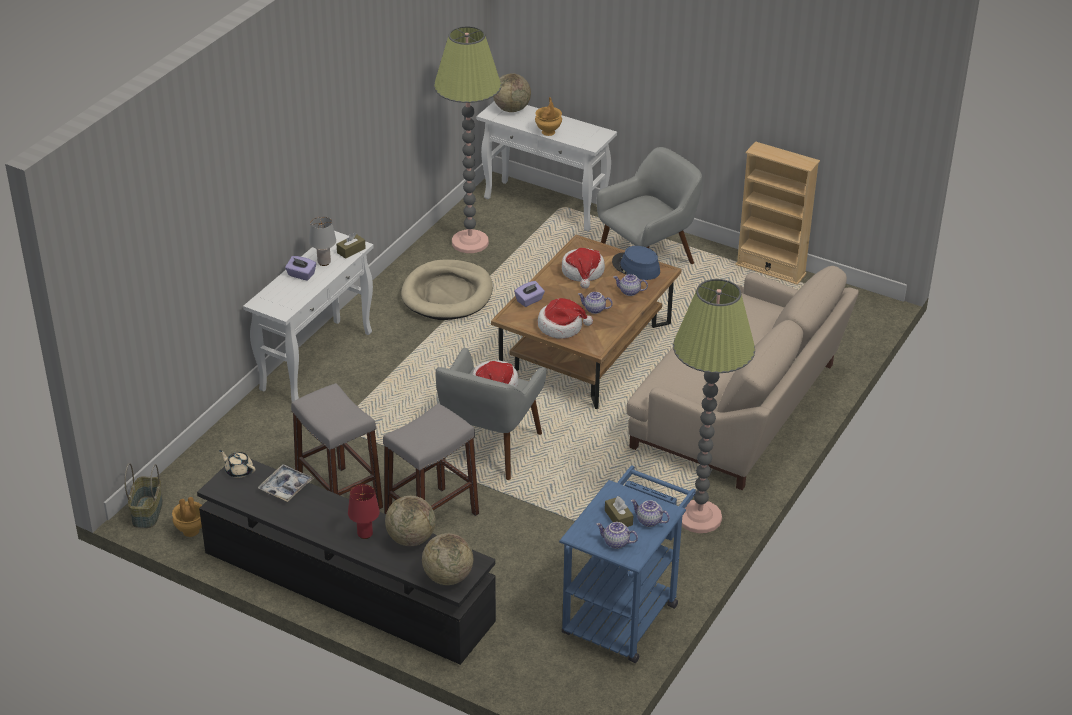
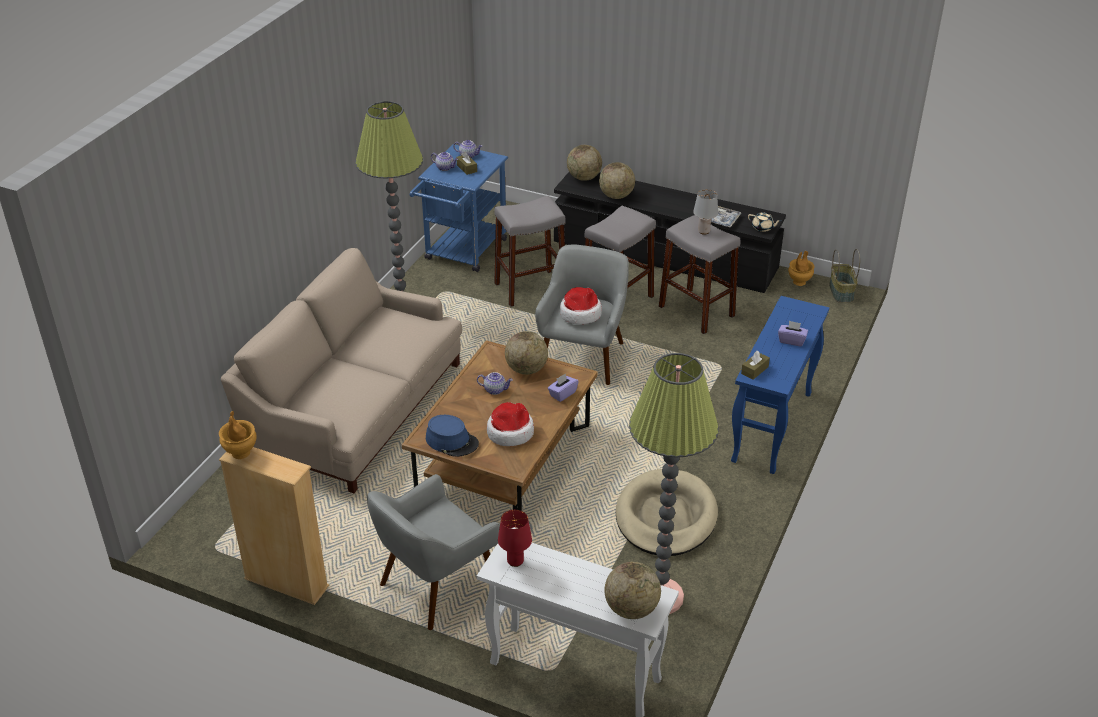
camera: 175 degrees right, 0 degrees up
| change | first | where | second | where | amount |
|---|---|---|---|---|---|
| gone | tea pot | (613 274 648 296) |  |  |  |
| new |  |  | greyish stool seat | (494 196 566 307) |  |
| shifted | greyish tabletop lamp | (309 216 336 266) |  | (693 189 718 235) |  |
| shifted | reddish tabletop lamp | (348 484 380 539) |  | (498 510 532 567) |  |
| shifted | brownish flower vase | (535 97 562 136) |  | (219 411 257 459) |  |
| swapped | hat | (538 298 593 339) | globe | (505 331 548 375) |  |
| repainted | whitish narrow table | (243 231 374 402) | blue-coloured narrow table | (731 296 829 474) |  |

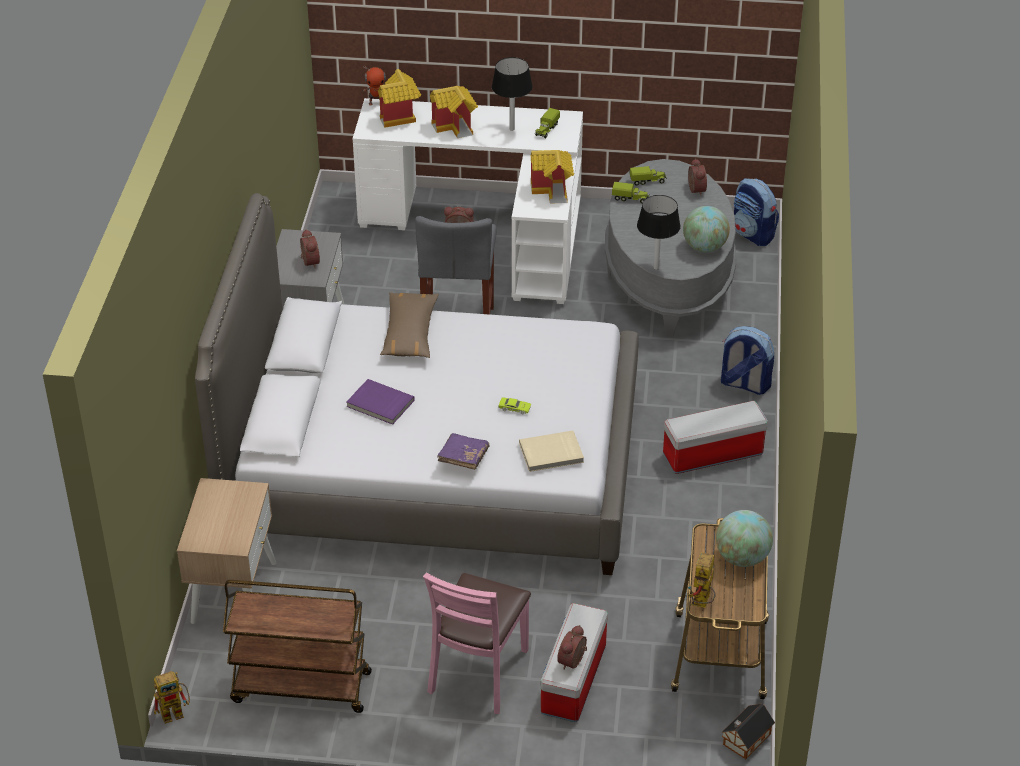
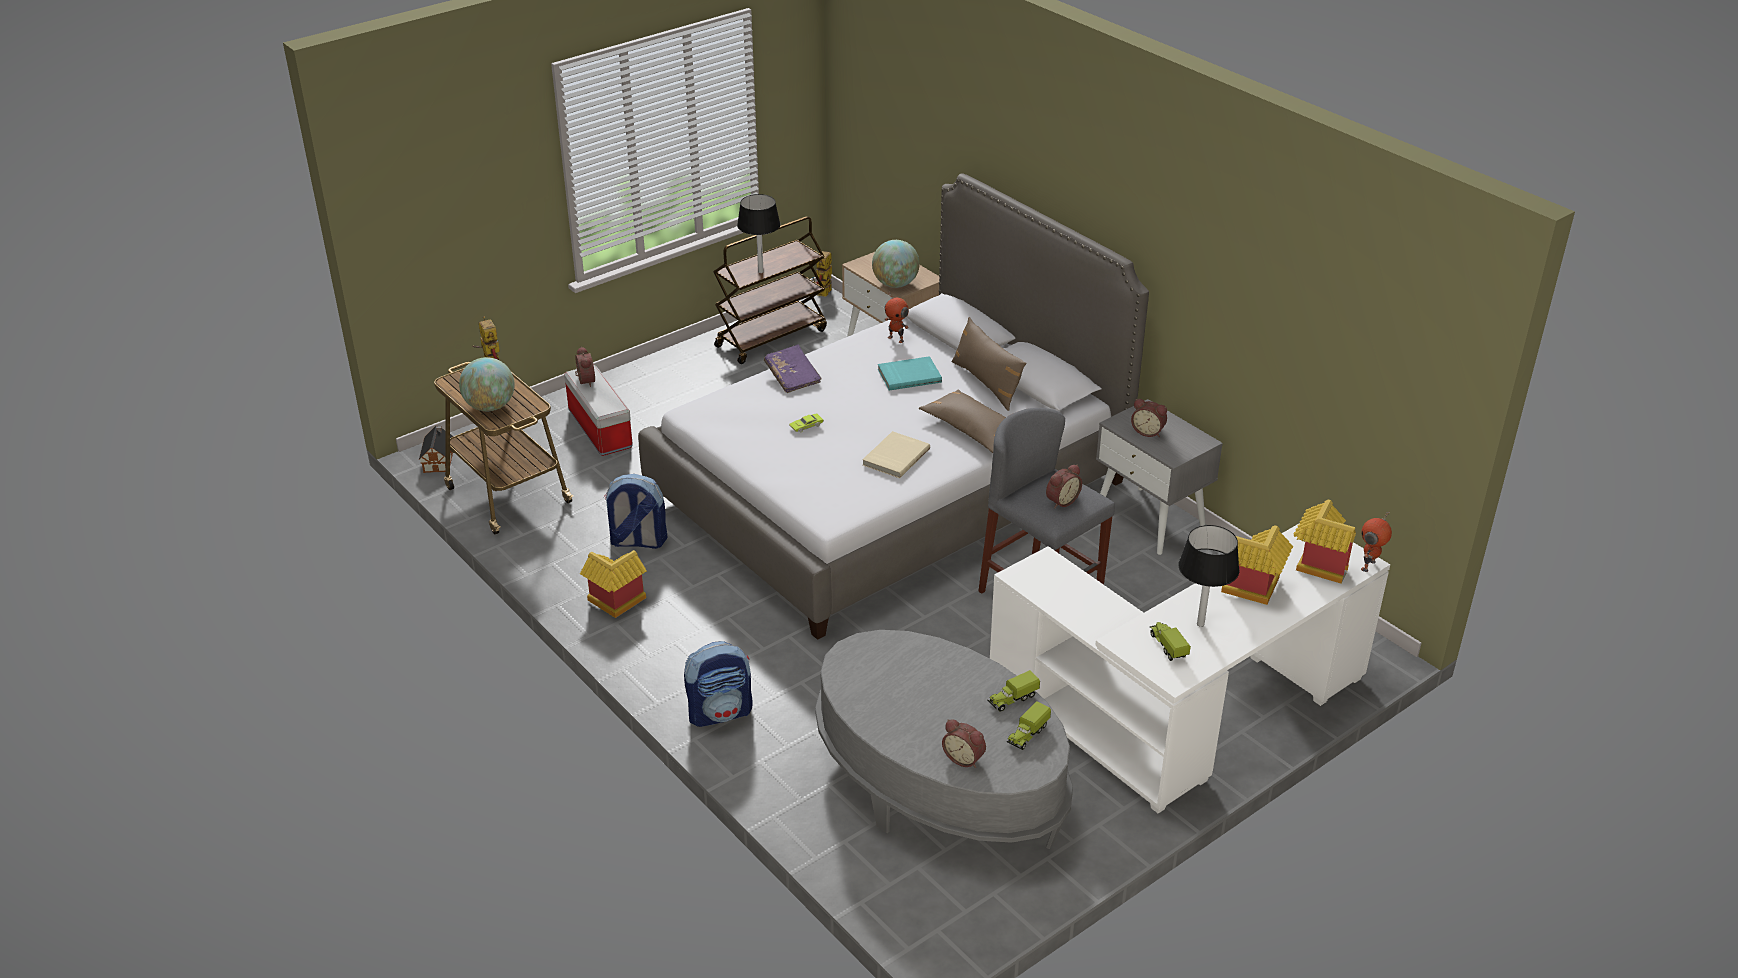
camera: 135 degrees right, 5 degrees down
| change | first | where | second | where | amount |
|---|---|---|---|---|---|
| gone | pink-coloured plain chair | (423 572 531 714) |  |  |  |
| gone | storage box | (663 401 768 474) |  |  |  |
| new |  |  | model robot | (885 292 909 343) |  |
| new |  |  | brownish throw pillow | (951 317 1026 411) |  |
| shifted | sand-coloured book | (519 430 584 472) |  | (862 431 930 478) |  |
| shifted | miniature house | (531 150 574 204) |  | (580 550 647 618) |  |
| shifted | black tabletop lamp | (637 195 681 270) |  | (737 194 781 273) |  |
| shifted | globe | (683 206 730 252) |  | (872 240 920 288) |  |
| shifted | backpack | (734 178 779 246) |  | (604 474 668 549) |  |
| repainted | purple book | (347 379 415 425) | blue-green book | (878 356 942 391) |  |

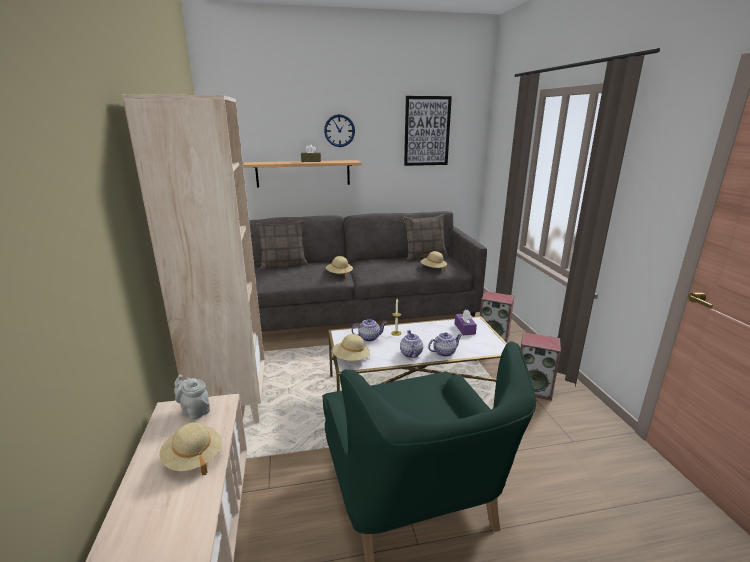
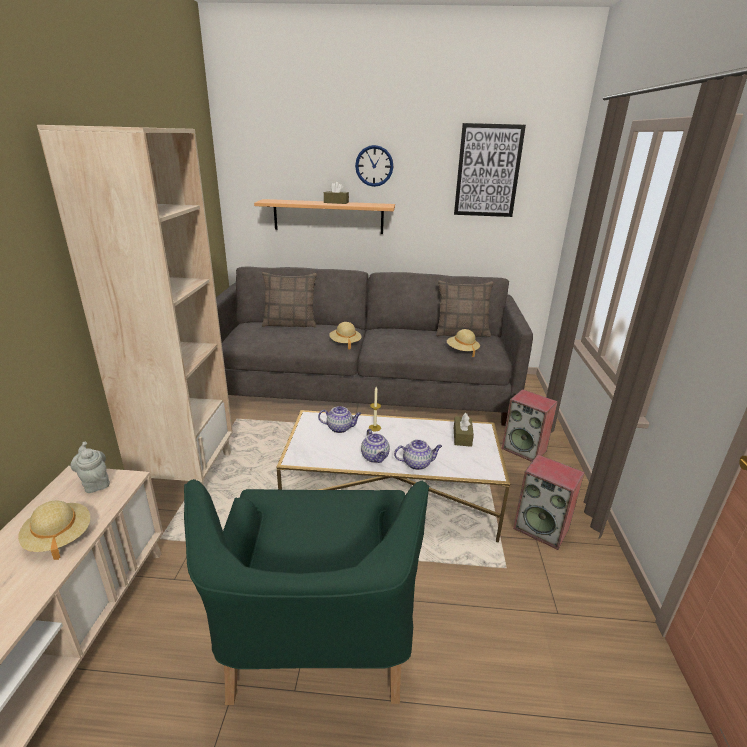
camera: 15 degrees right, 5 degrees up
| change | first | where | second | where | amount |
|---|---|---|---|---|---|
| gone | sand-coloured hat | (332 334 370 361) |  |  |  |
| repainted | purple tissue box | (455 309 477 335) | brownish tissue box | (454 413 474 447) |  |
| rotated | tea pot | (400 330 423 358) |  | (361 429 390 463) | 150 degrees clockwise |

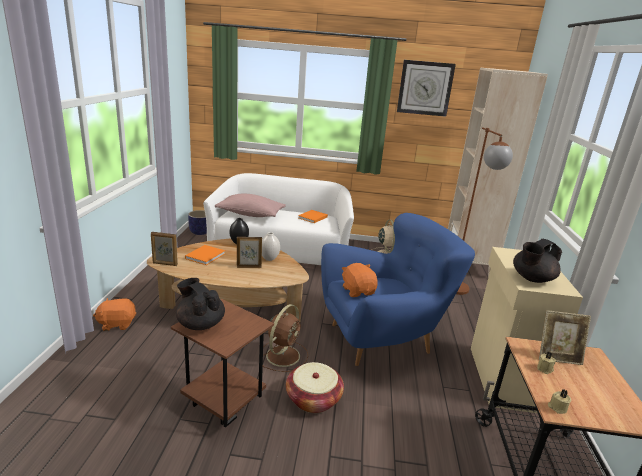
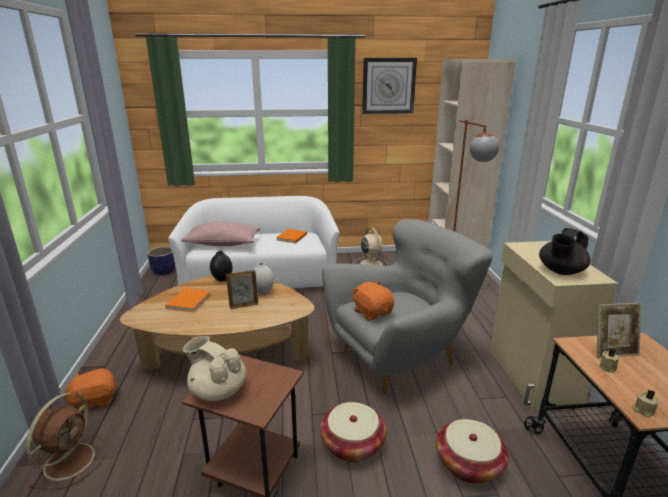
camera: 10 degrees left, 0 degrees up
| change | first | where | second | where | amount |
|---|---|---|---|---|---|
| gone | photo frame | (151 232 178 266) |  |  |  |
| new |  |  | household basket | (436 419 509 484) |  |
| shifted | brownish cooling fan | (263 304 308 372) |  | (26 393 107 490) |  |
| repainted | black tea pot | (176 278 225 330) | sand-coloured tea pot | (183 336 246 401) |  |
| repainted | blue-coloured easy chair | (321 213 475 366) | greyish easy chair | (322 219 493 395) |  |

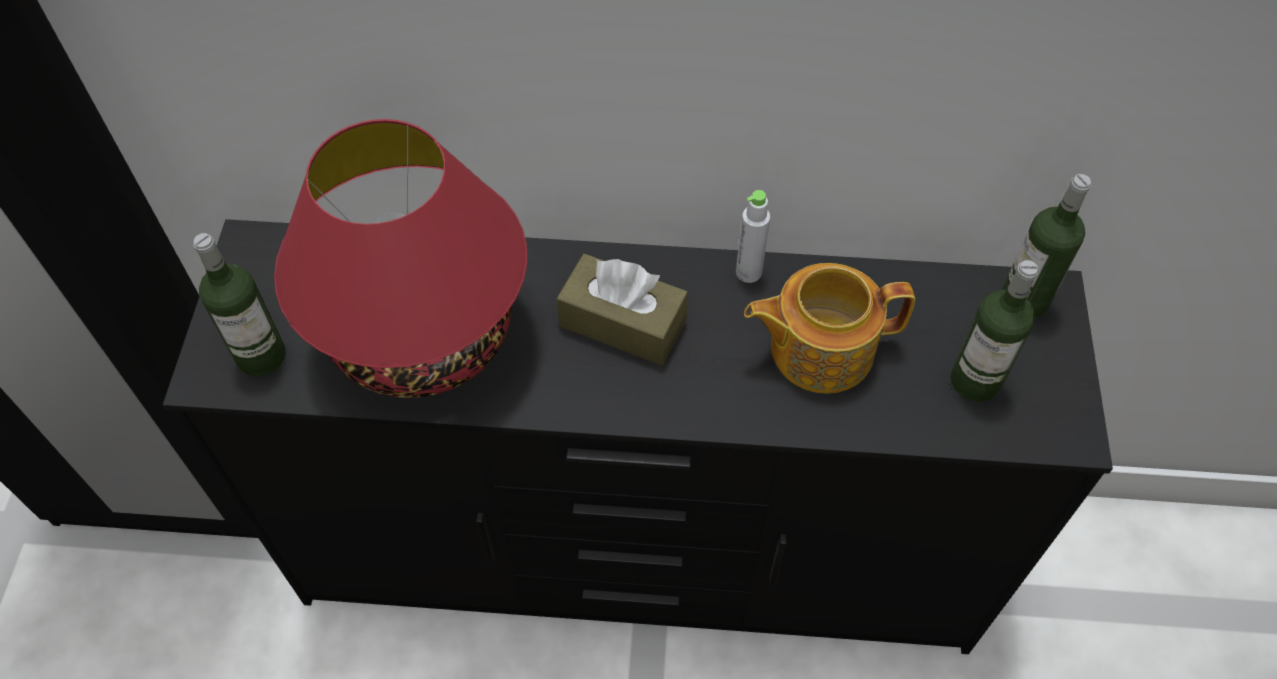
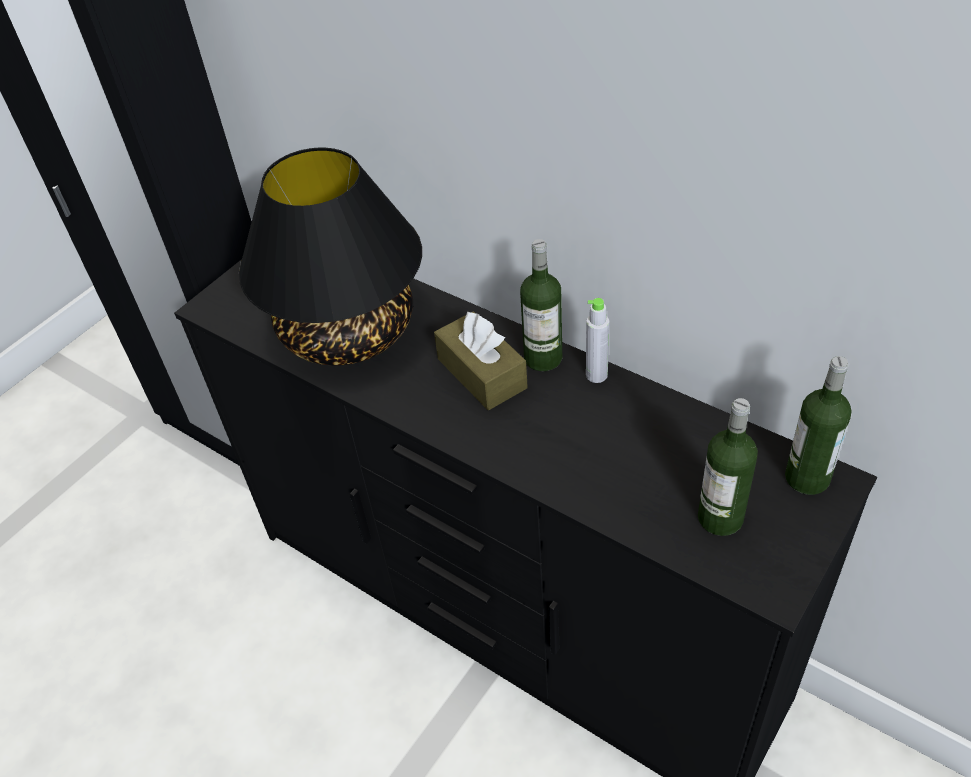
camera: 35 degrees right, 10 degrees down
| change | first | where | second | where | amount |
|---|---|---|---|---|---|
| gone | tea pot | (744 263 915 394) |  |  |  |
| shifted | drink bottle | (193 233 286 376) |  | (520 239 562 371) |  |
| repainted | reddish tabletop lamp | (274 119 527 398) | black tabletop lamp | (239 148 422 366) |  |

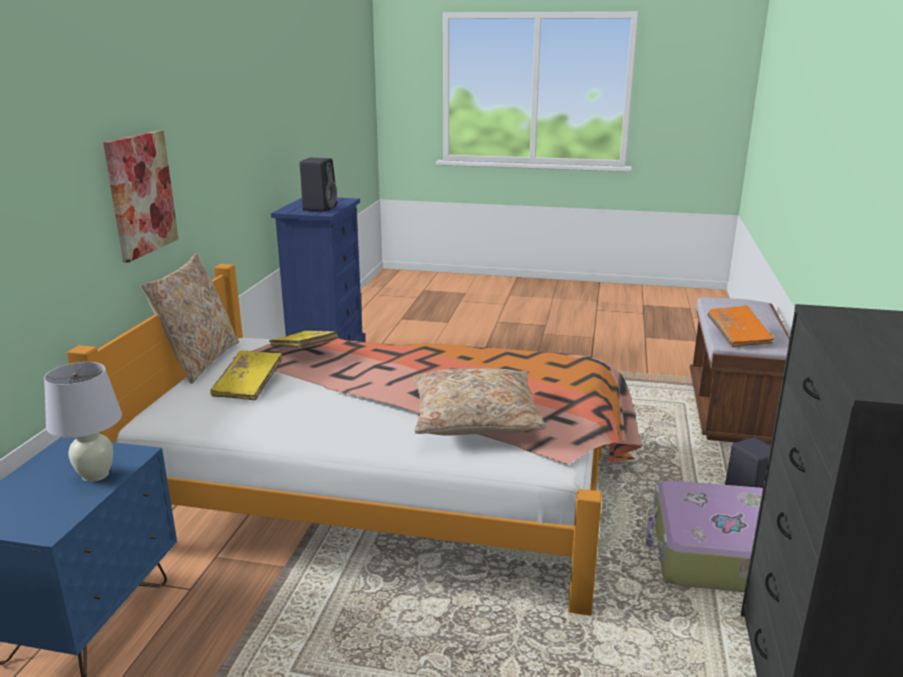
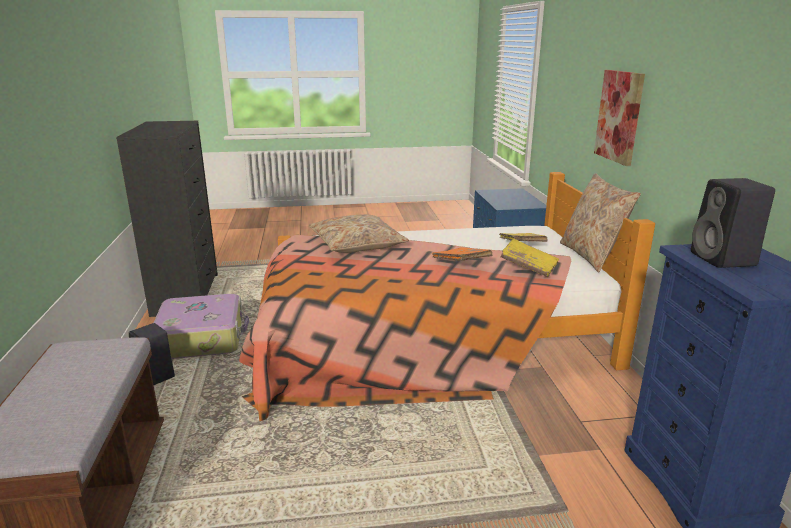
camera: 160 degrees right, 0 degrees up
| change | first | where | second | where | amount |
|---|---|---|---|---|---|
| gone | whitish tabletop lamp | (44 362 122 482) |  |  |  |
| shifted | orange-coloured book | (707 305 775 347) |  | (432 247 492 261) |  |

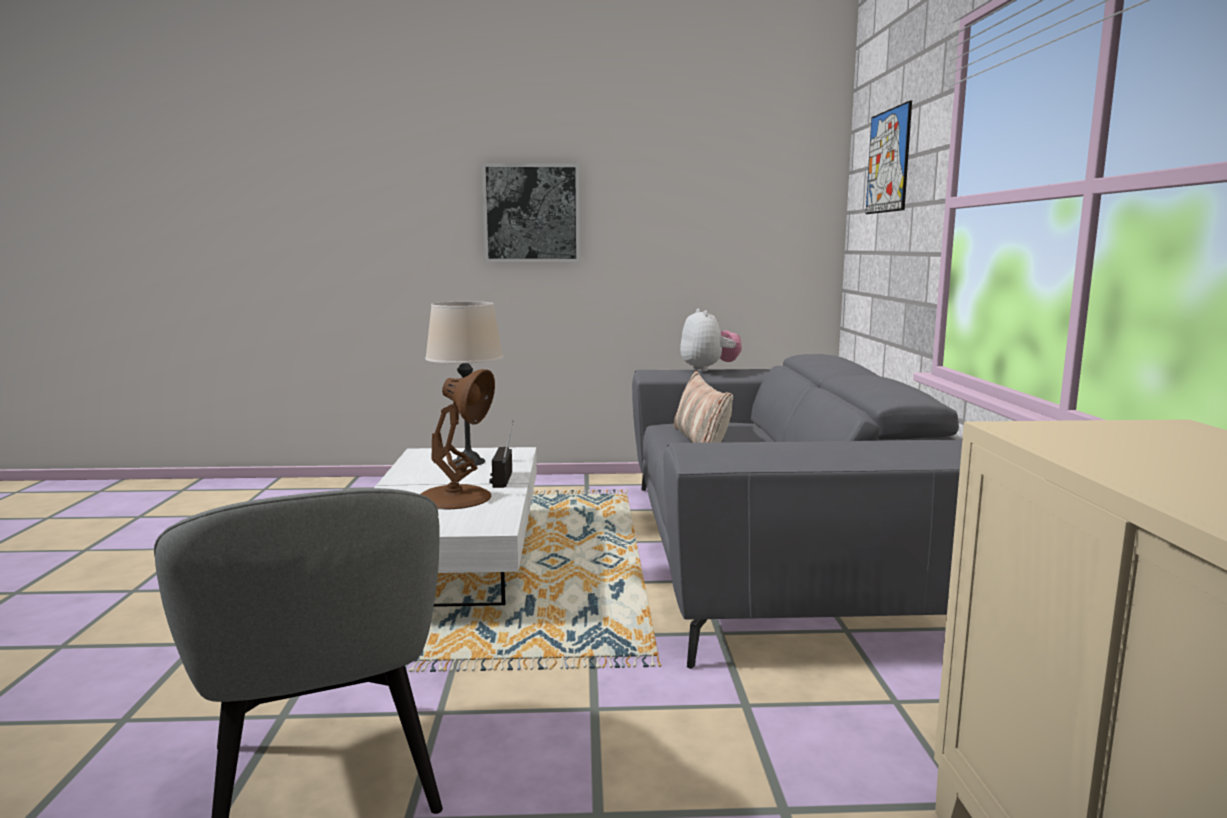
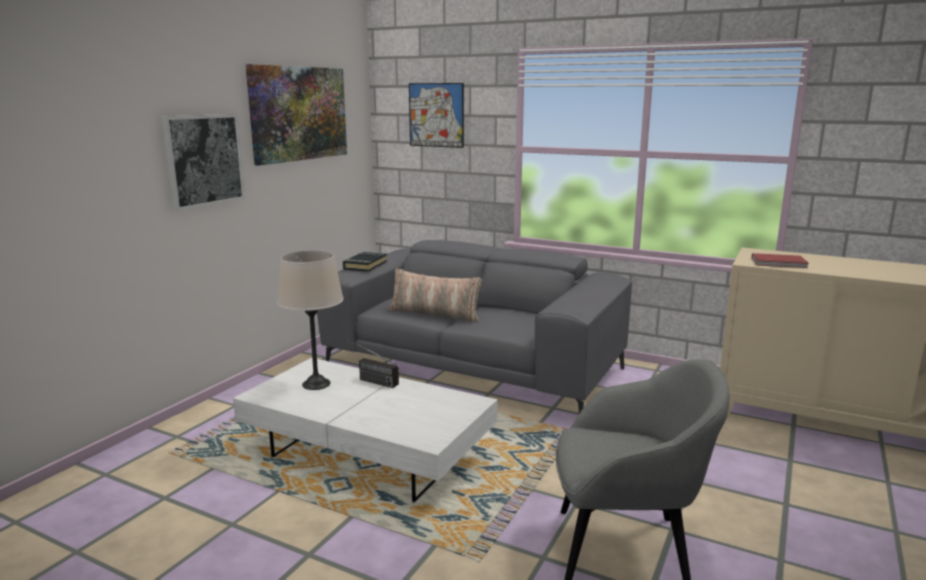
camera: 60 degrees left, 5 degrees up
| change | first | where | second | where | amount |
|---|---|---|---|---|---|
| gone | brownish tabletop lamp | (420 369 495 509) |  |  |  |
| new |  |  | picture | (246 64 347 166) |  |
| new |  |  | reddish book | (752 253 809 268) |  |
| swapped | plush toy | (680 309 742 372) | black book | (343 252 387 272) |  |

